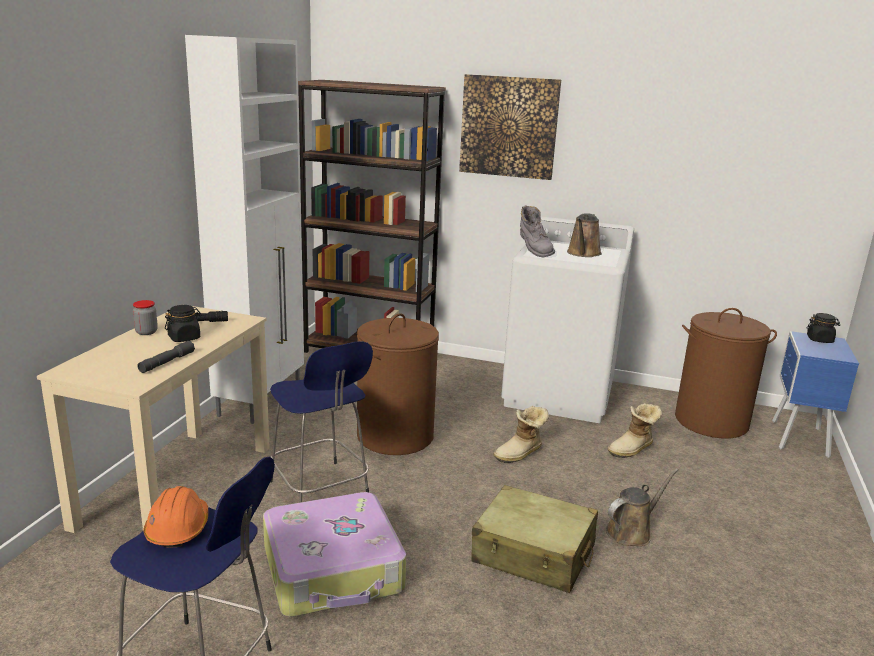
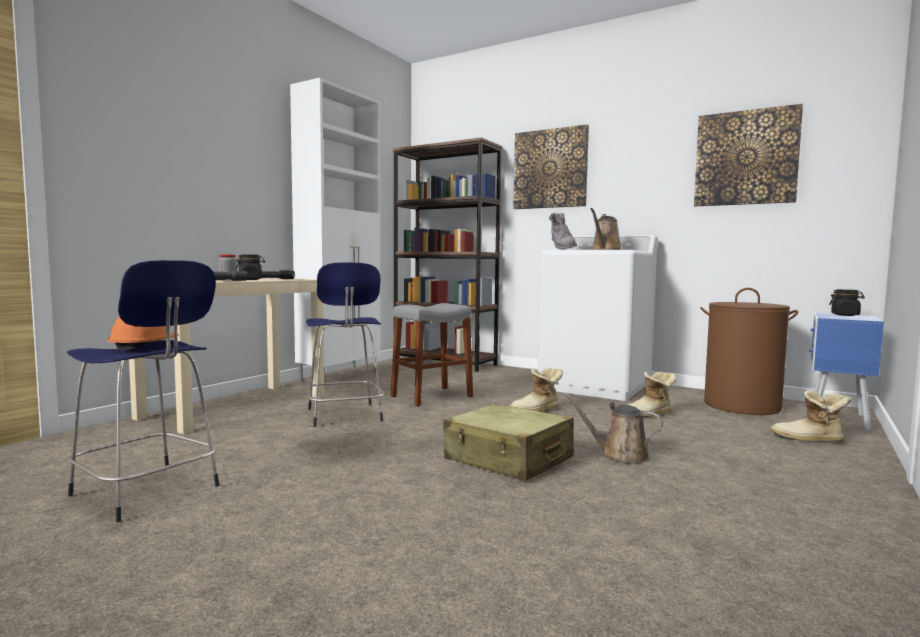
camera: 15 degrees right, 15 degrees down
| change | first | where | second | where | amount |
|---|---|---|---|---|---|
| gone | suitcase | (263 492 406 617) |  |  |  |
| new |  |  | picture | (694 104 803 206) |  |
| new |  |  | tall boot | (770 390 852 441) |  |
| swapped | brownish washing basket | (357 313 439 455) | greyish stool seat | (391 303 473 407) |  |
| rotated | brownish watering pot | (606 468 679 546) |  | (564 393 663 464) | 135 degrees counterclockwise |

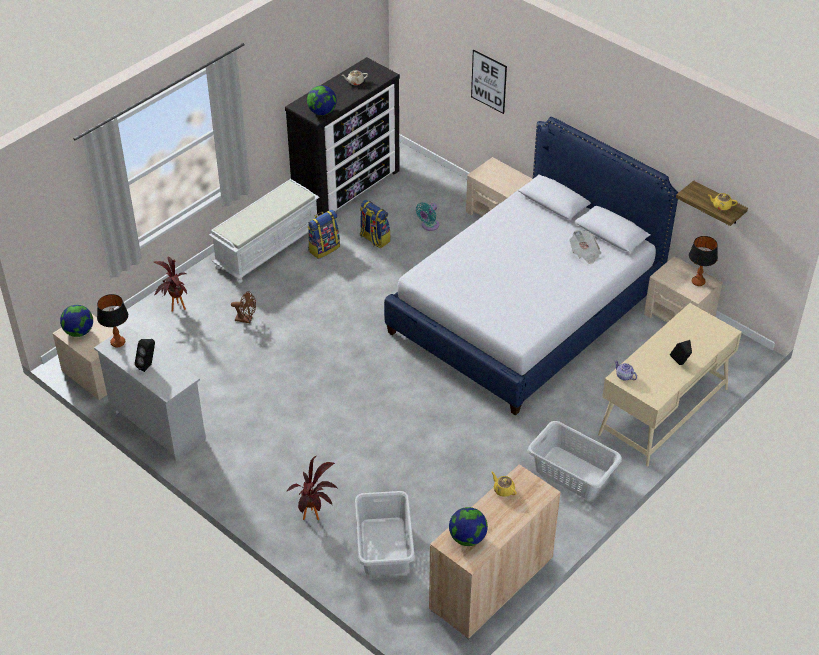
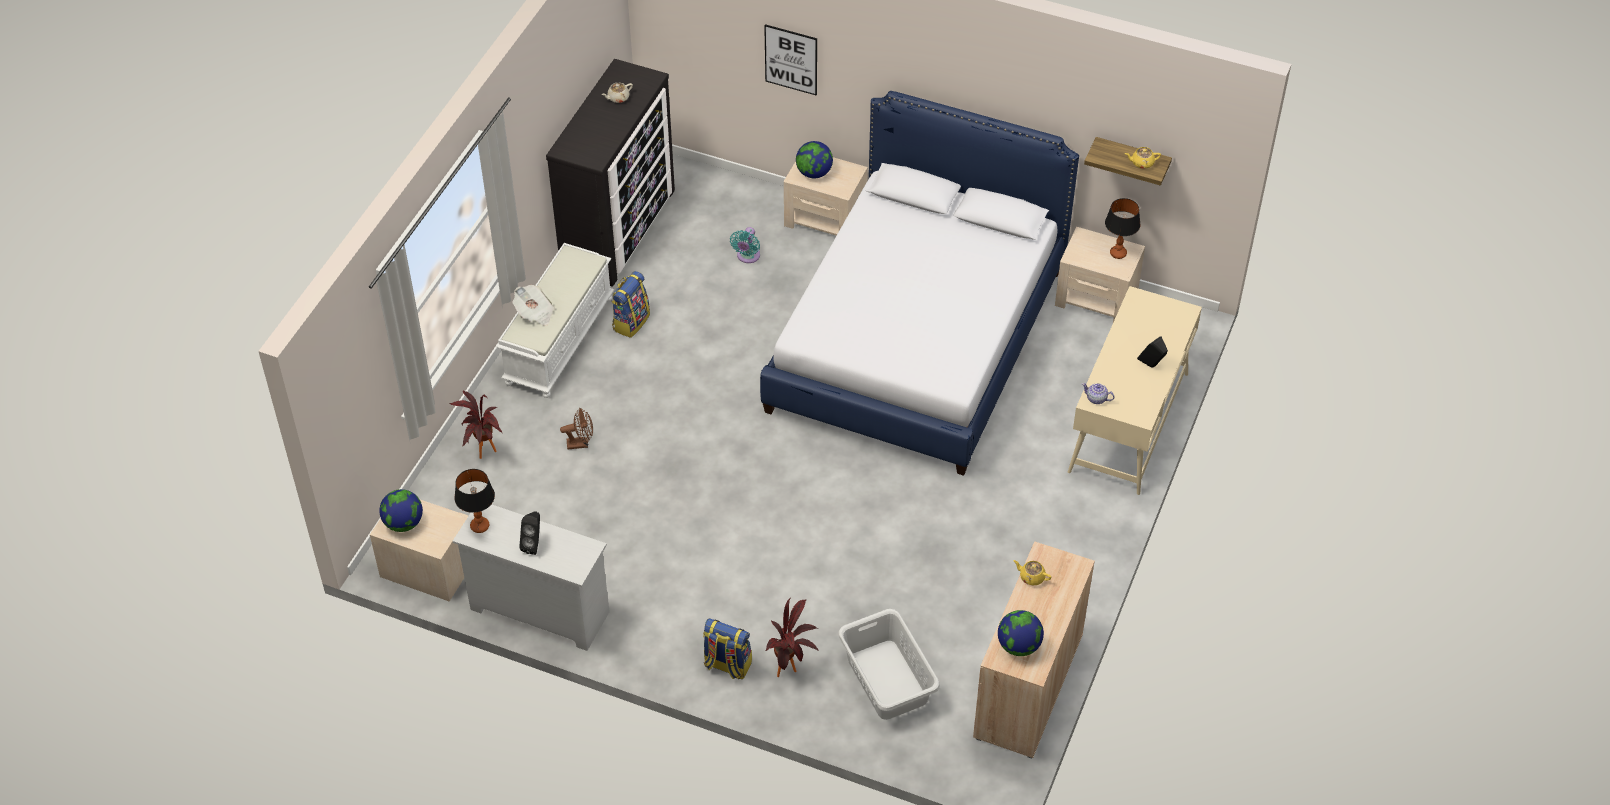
camera: 20 degrees left, 5 degrees up
| change | first | where | second | where | amount |
|---|---|---|---|---|---|
| gone | greyish washing basket | (528 421 622 499) |  |  |  |
| shifted | globe | (307 85 337 115) |  | (796 141 833 178) |  |
| shifted | backpack | (360 200 390 248) |  | (703 618 752 679) |  |
| shifted | printed paper | (570 230 601 264) |  | (512 285 555 326) |  |

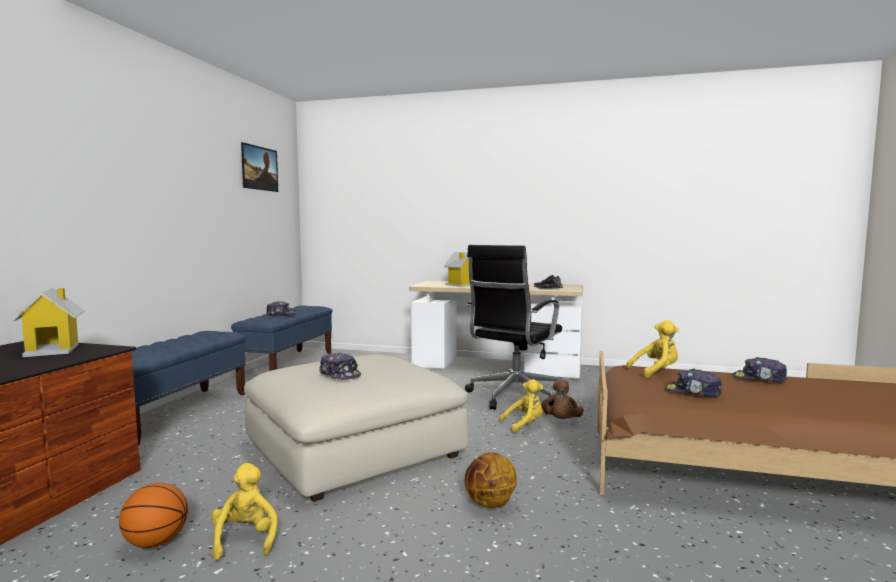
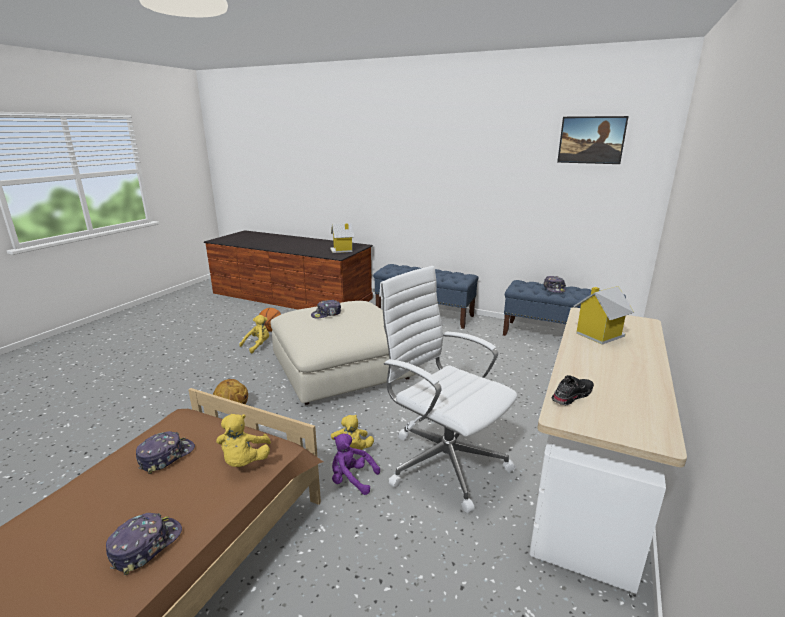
camera: 100 degrees right, 15 degrees up
| change | first | where | second | where | amount |
|---|---|---|---|---|---|
| repainted | black office chair | (465 245 562 410) | whitish office chair | (379 266 517 513) |  |
| repainted | brownish plush toy | (542 379 584 419) | purple plush toy | (332 433 380 495) |  |
| rotated | yellow plush toy | (211 463 278 560) |  | (239 315 269 354) | 45 degrees counterclockwise |

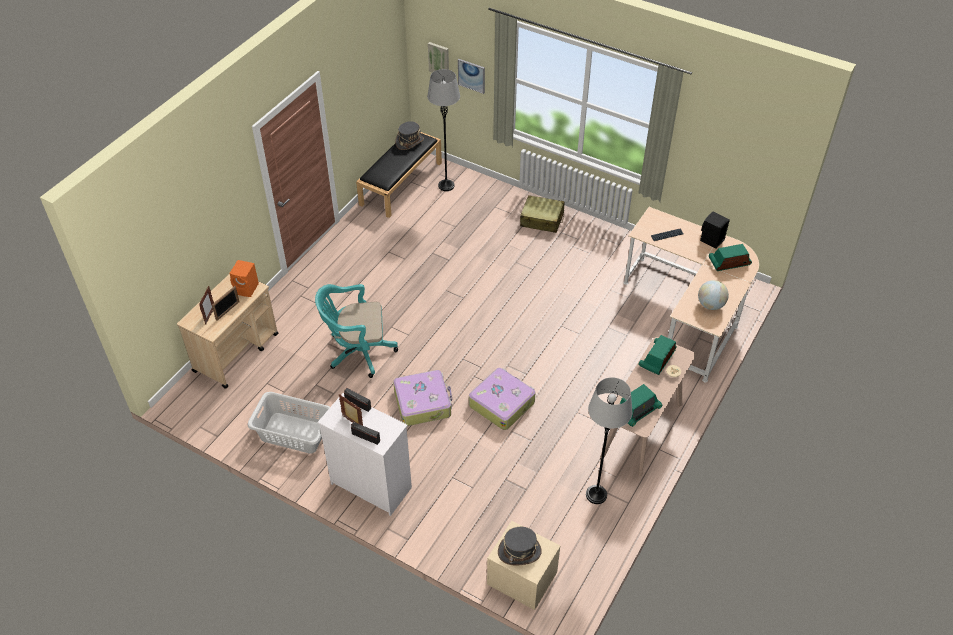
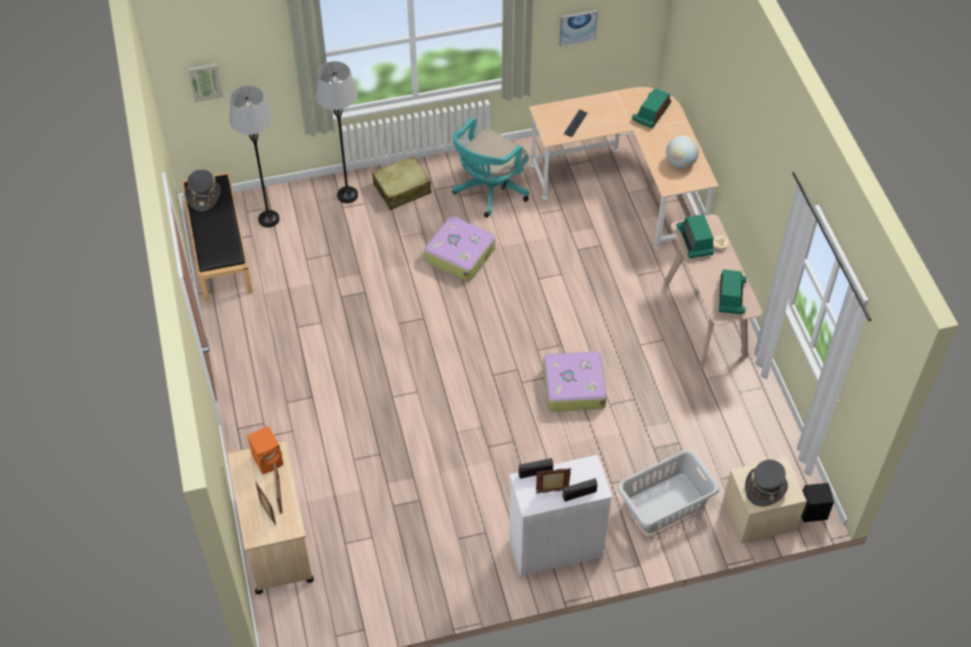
camera: 45 degrees left, 5 degrees up
| change | first | where | second | where | amount |
|---|---|---|---|---|---|
| shifted | greyish washing basket | (248 392 330 454) |  | (617 450 719 534) |  |
| shifted | blue-green office chair | (315 284 398 378) |  | (452 117 529 217) |  |
| shifted | suitcase | (393 370 452 426) |  | (424 216 495 281) |  |
| shifted | picture | (458 59 485 94) |  | (559 10 598 46) |  |
| shifted | greyish standard lamp | (586 377 633 504) |  | (315 61 358 203) |  |
| shifted | black loudspeaker | (700 211 730 249) |  | (801 483 834 522) |  |

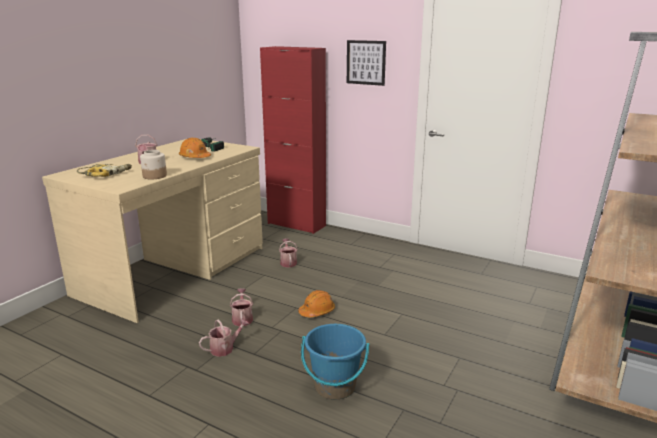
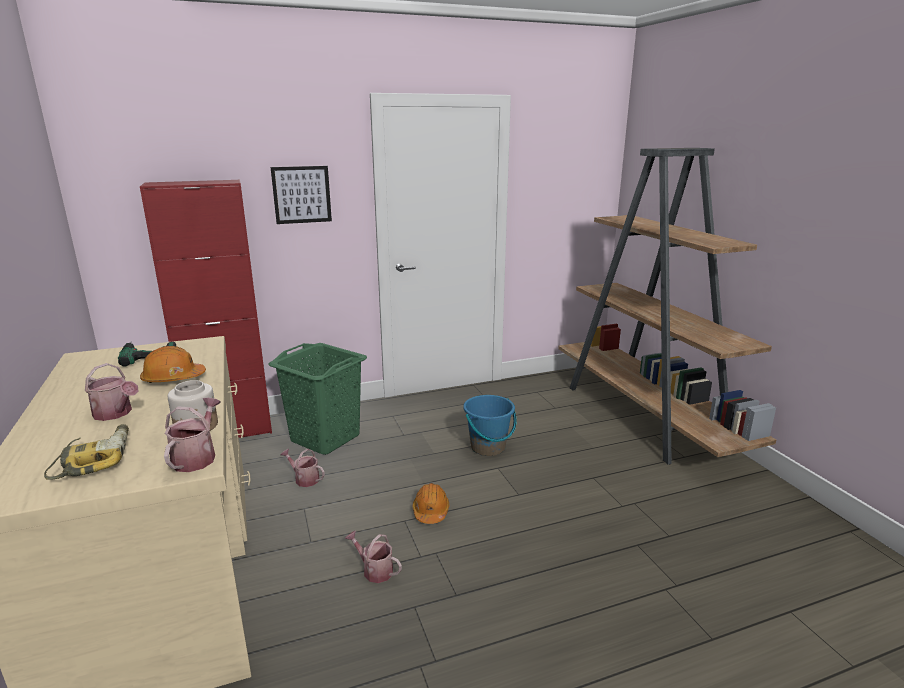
camera: 50 degrees left, 0 degrees up
| change | first | where | second | where | amount |
|---|---|---|---|---|---|
| new |  |  | greenish washing basket | (268 343 367 455) |  |
| shifted | watering pot | (199 318 249 357) |  | (164 398 220 472) |  |
| shifted | blue-coloured water bucket | (301 324 369 400) |  | (463 395 517 456) |  |

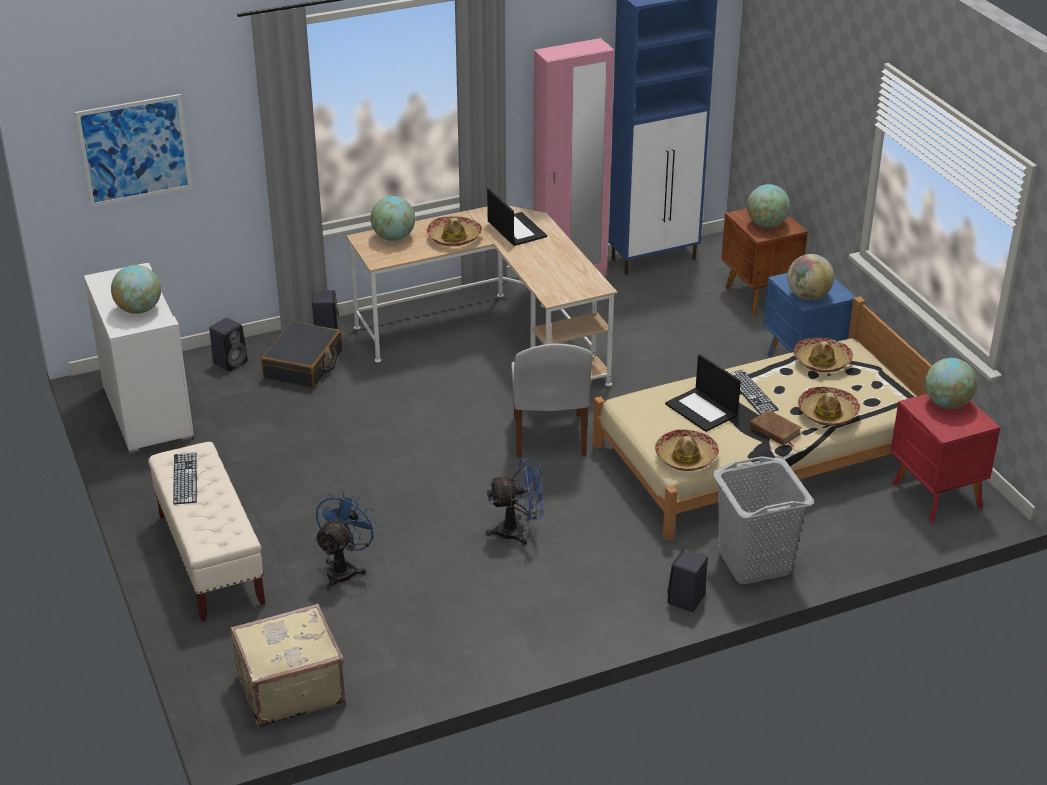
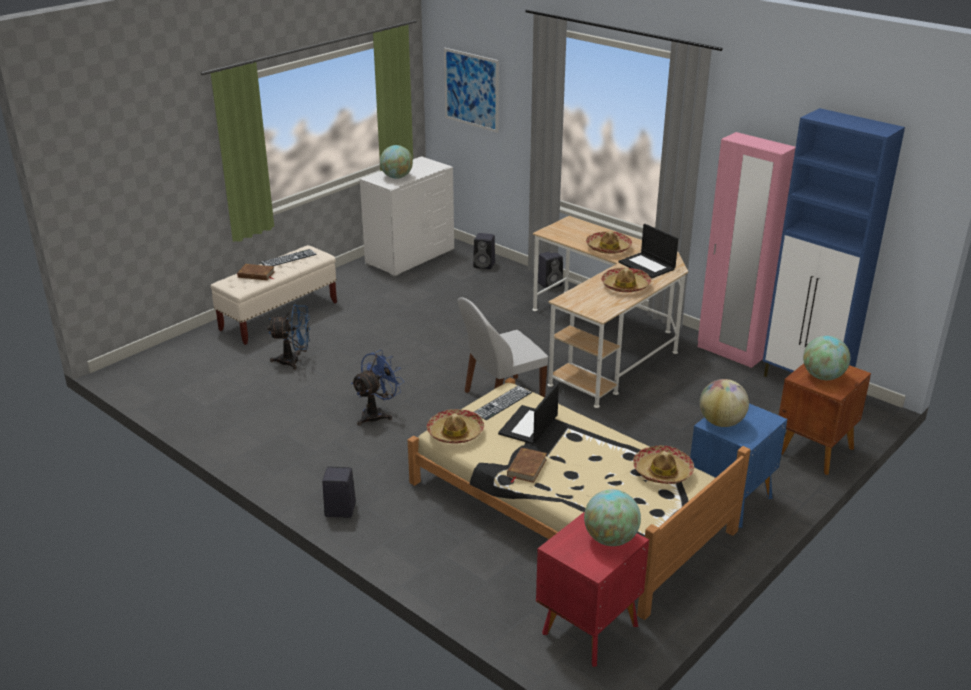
camera: 65 degrees right, 5 degrees down
| change | first | where | second | where | amount |
|---|---|---|---|---|---|
| gone | sand-coloured suitcase | (230 604 346 728) |  |  |  |
| gone | black suitcase | (261 321 342 388) |  |  |  |
| gone | globe | (370 196 415 241) |  |  |  |
| gone | greyish washing basket | (712 456 814 584) |  |  |  |
| new |  |  | brownish book | (237 264 275 280) |  |
| shifted | PC keyboard | (730 370 779 414) |  | (474 386 532 420) |  |
| shifted | hat | (798 386 860 426) |  | (601 268 651 292) |  |
| rotated | blue-coloured cooling fan | (486 458 545 545) |  | (351 350 404 426) | 105 degrees counterclockwise |
| rotated | laptop | (487 188 547 246) |  | (618 224 678 278) | 105 degrees clockwise |

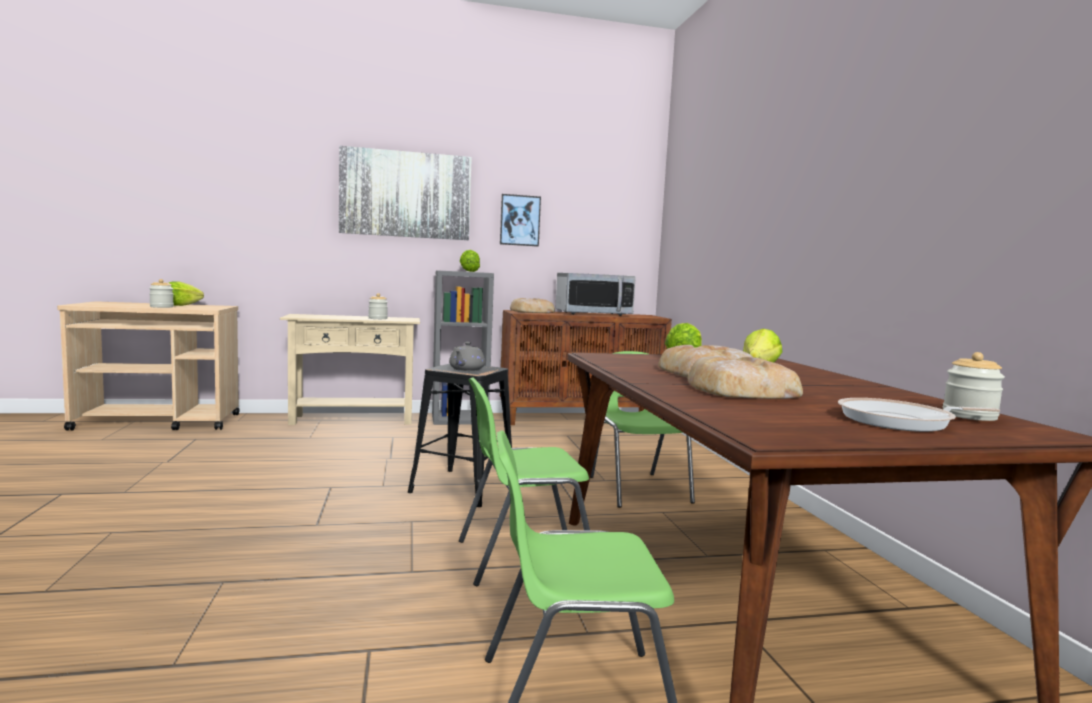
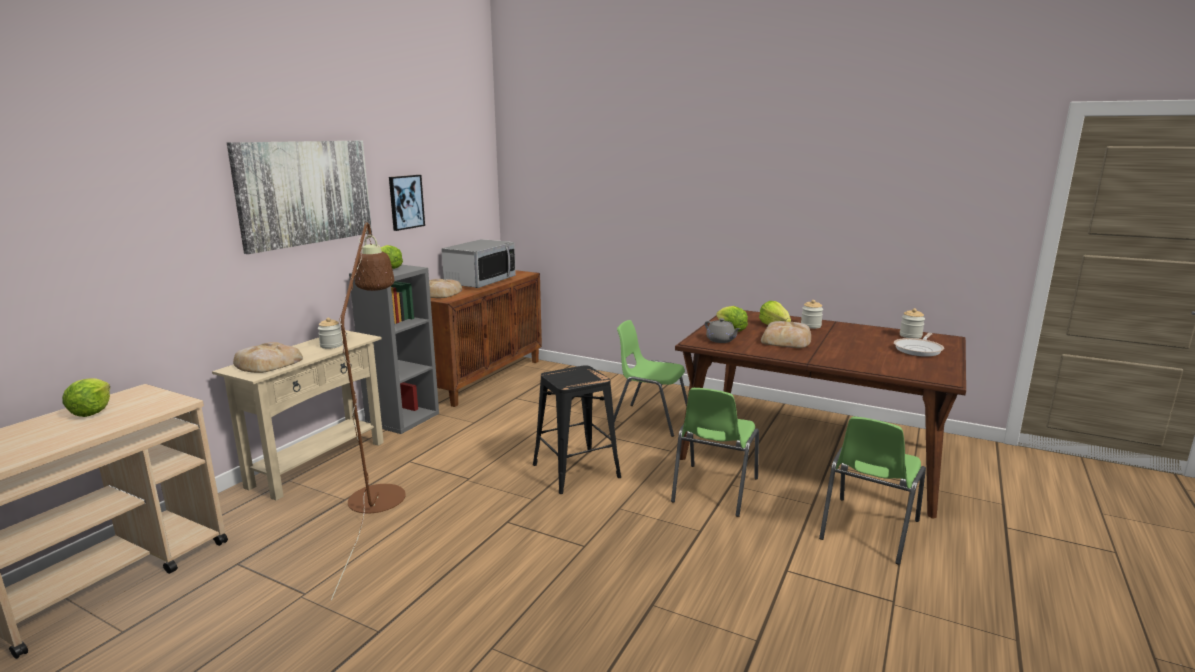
camera: 50 degrees left, 10 degrees up
| change | first | where | second | where | amount |
|---|---|---|---|---|---|
| new |  |  | brownish standard lamp | (331 221 406 600) |  |
| shifted | preserve jar | (149 279 174 308) |  | (801 300 823 329) |  |
| shifted | greyish tea pot | (449 342 485 371) |  | (705 318 741 343) |  |
| shifted | bread | (688 356 803 399) |  | (233 342 303 373) |  |

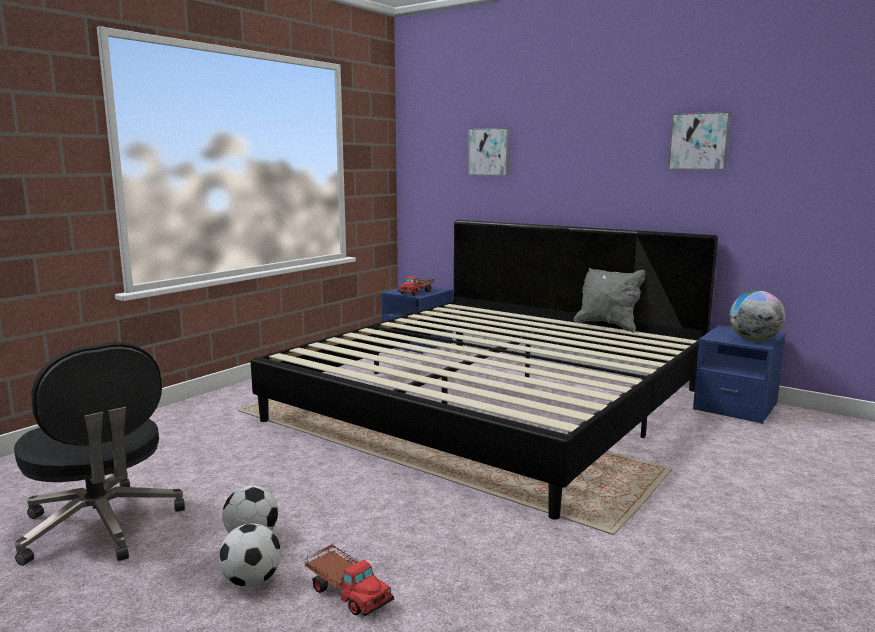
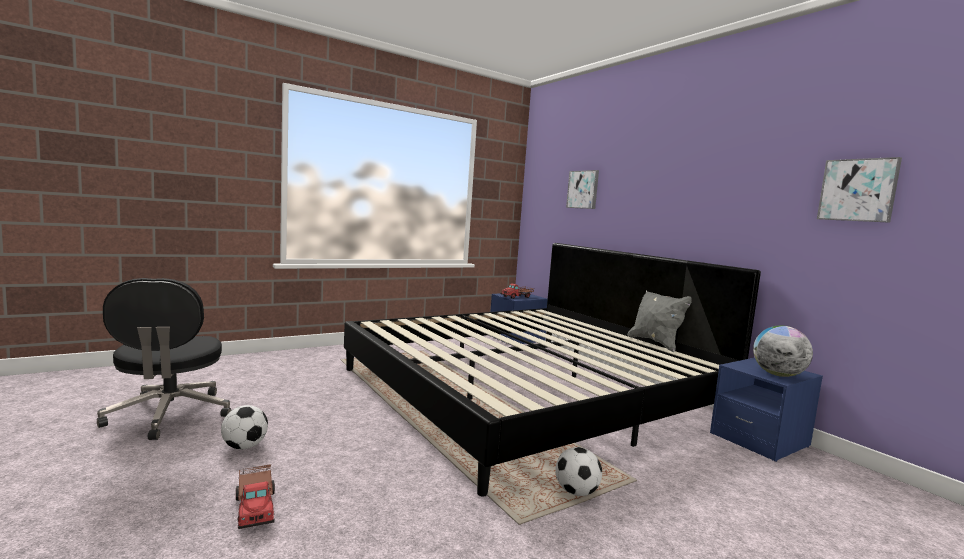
camera: 20 degrees right, 5 degrees down
| change | first | where | second | where | amount |
|---|---|---|---|---|---|
| shifted | football | (219 523 281 587) |  | (555 447 602 496) |  |
| shifted | picture | (668 112 731 170) |  | (817 157 902 223) |  |

